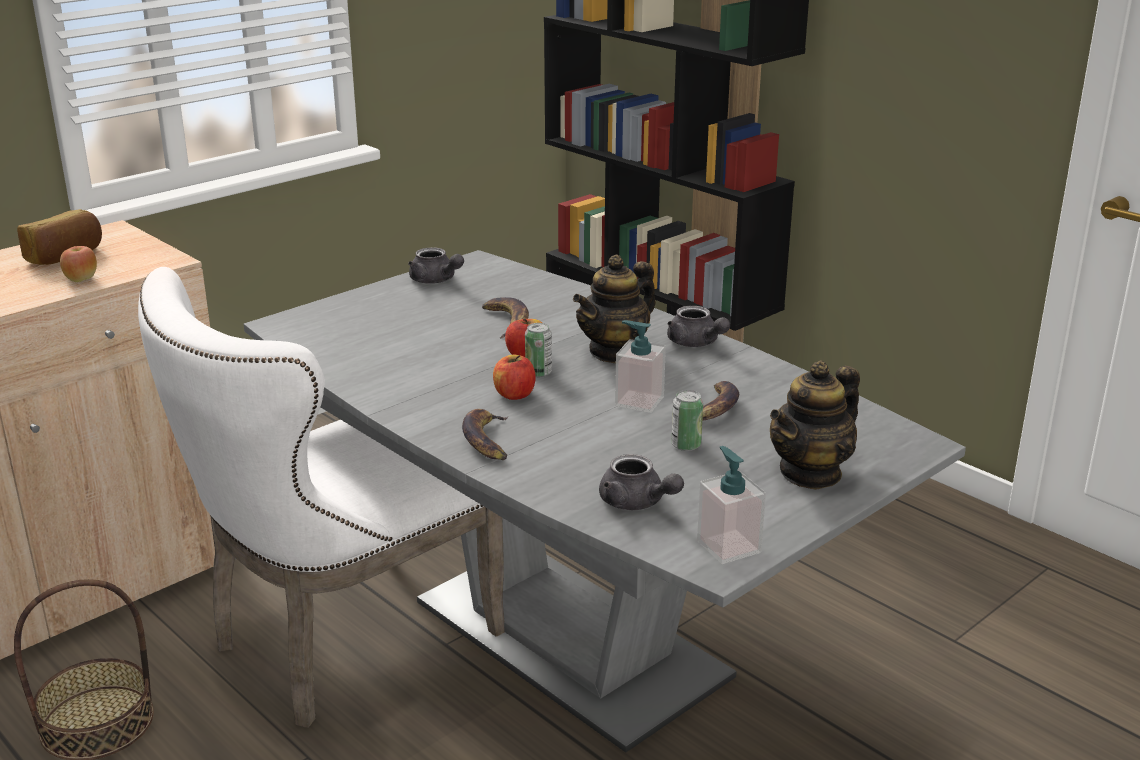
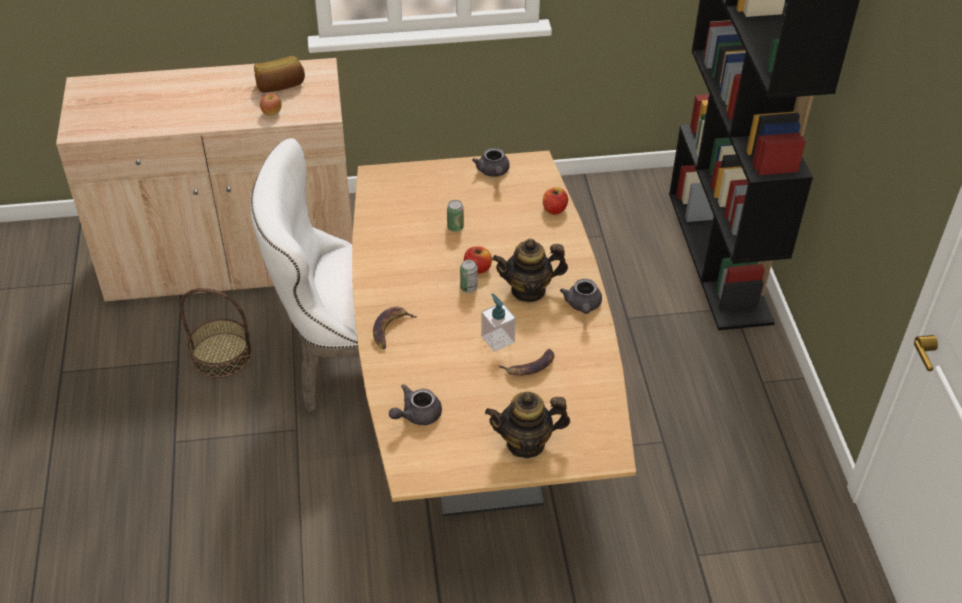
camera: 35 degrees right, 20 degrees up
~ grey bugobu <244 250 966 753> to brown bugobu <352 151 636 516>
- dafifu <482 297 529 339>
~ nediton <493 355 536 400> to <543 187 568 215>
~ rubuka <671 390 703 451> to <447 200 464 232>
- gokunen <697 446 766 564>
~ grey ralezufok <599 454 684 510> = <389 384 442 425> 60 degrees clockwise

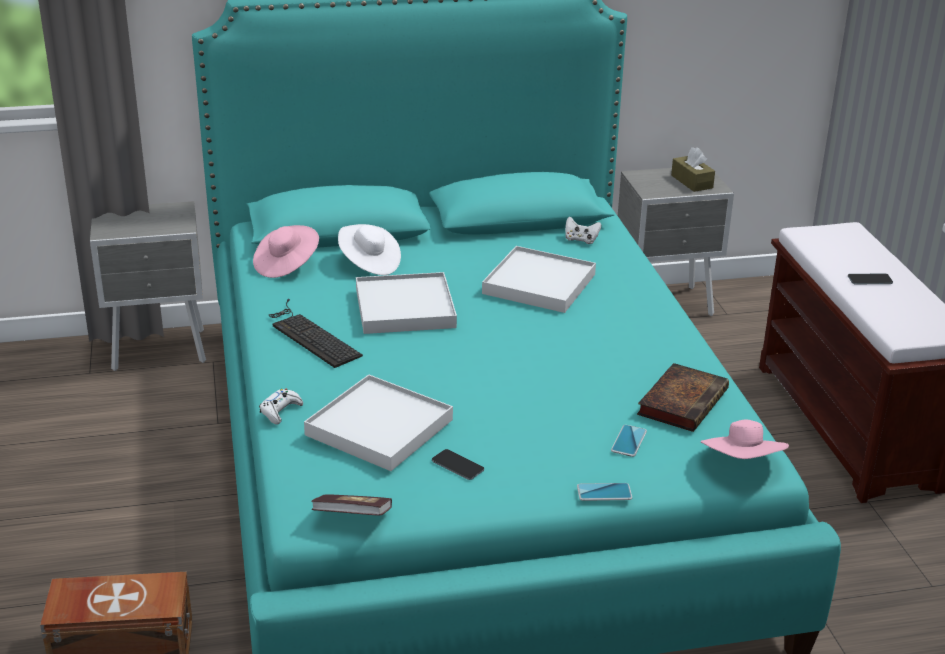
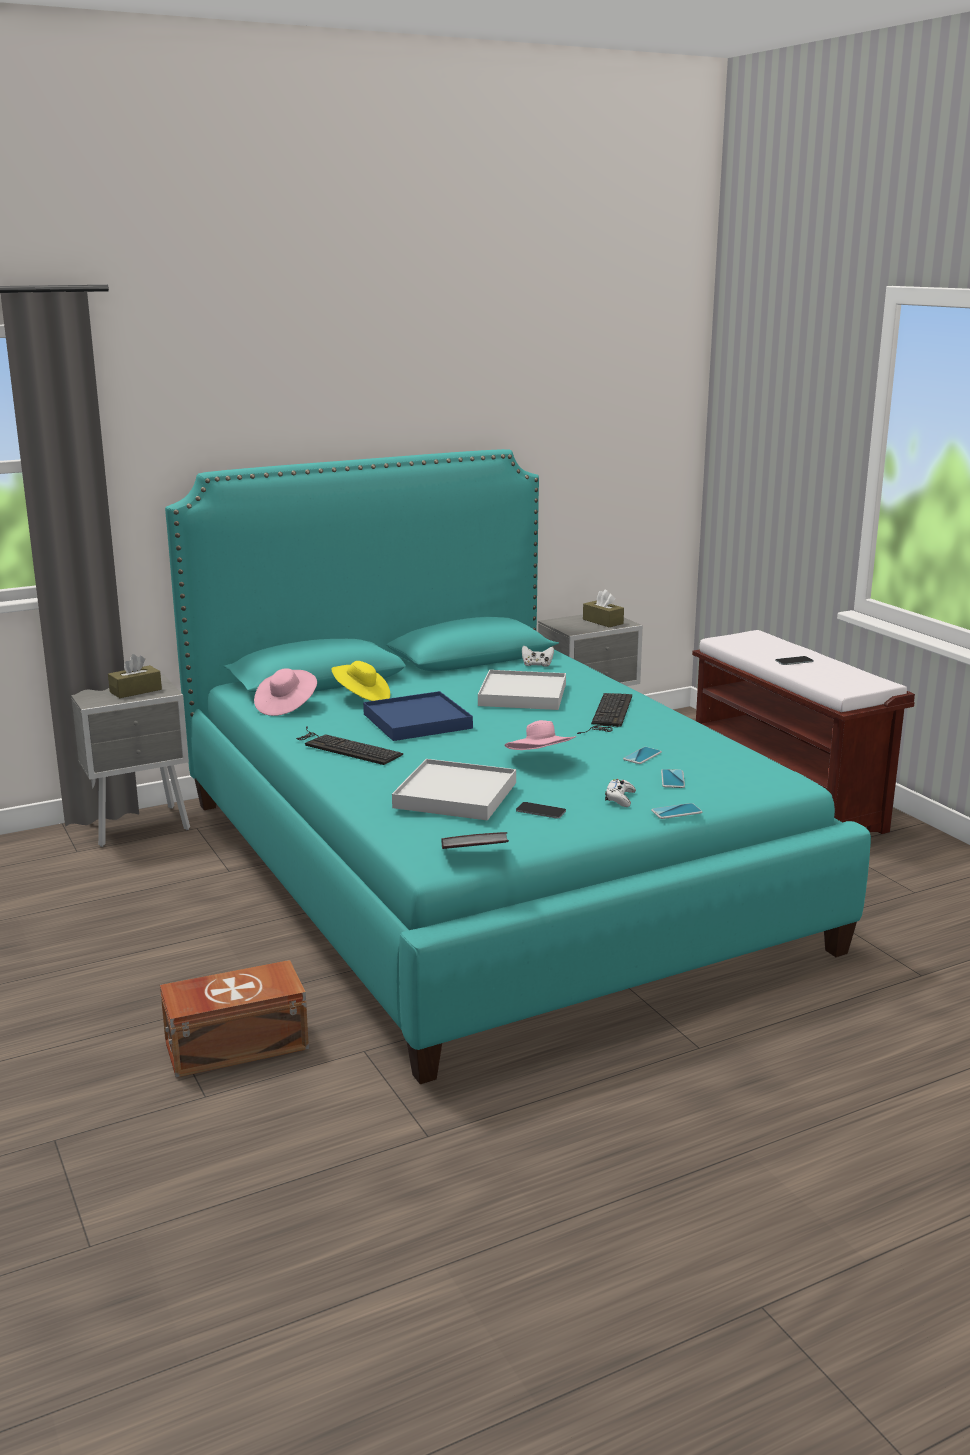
camera: 15 degrees left, 10 degrees down
~ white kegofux <338 224 401 275> to yellow kegofux <331 661 390 701>
~ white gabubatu <356 272 457 334> to blue gabubatu <363 691 473 741>
- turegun <637 363 729 432>
~ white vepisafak <259 388 303 425> to <605 779 636 807>
~ pink kegofux <701 420 789 459> to <505 720 576 750>
+ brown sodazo <108 654 162 698>
+ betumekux <577 693 632 734>
+ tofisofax <623 747 662 764>

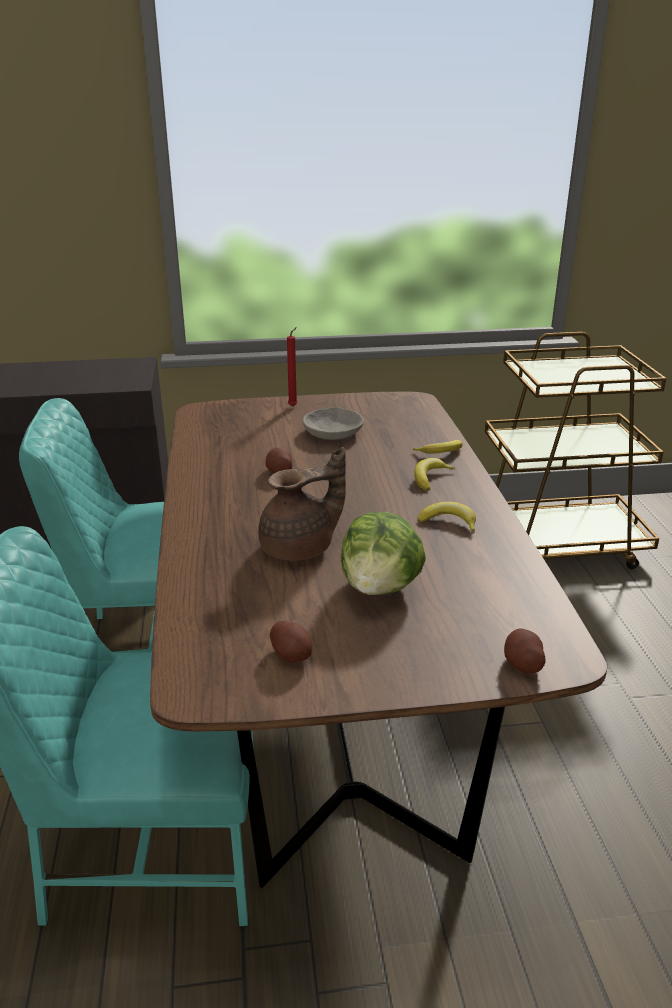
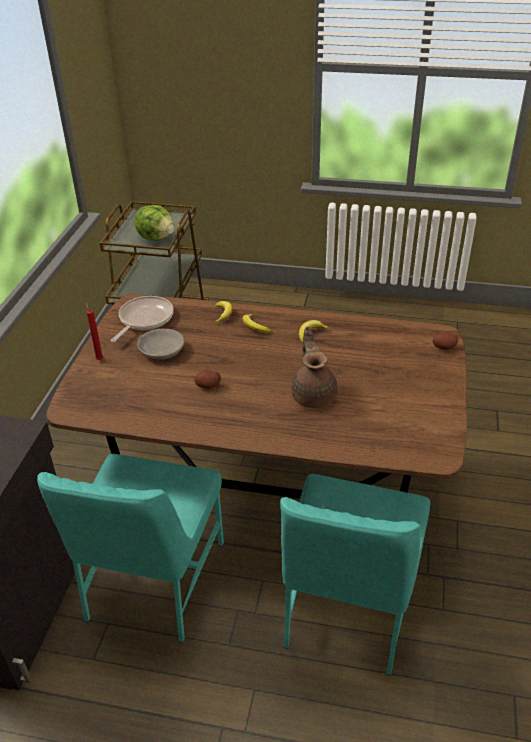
camera: 70 degrees left, 10 degrees up
~ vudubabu <341 512 426 595> to <134 205 174 241>
- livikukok <270 621 312 662>
+ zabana <111 296 174 342>

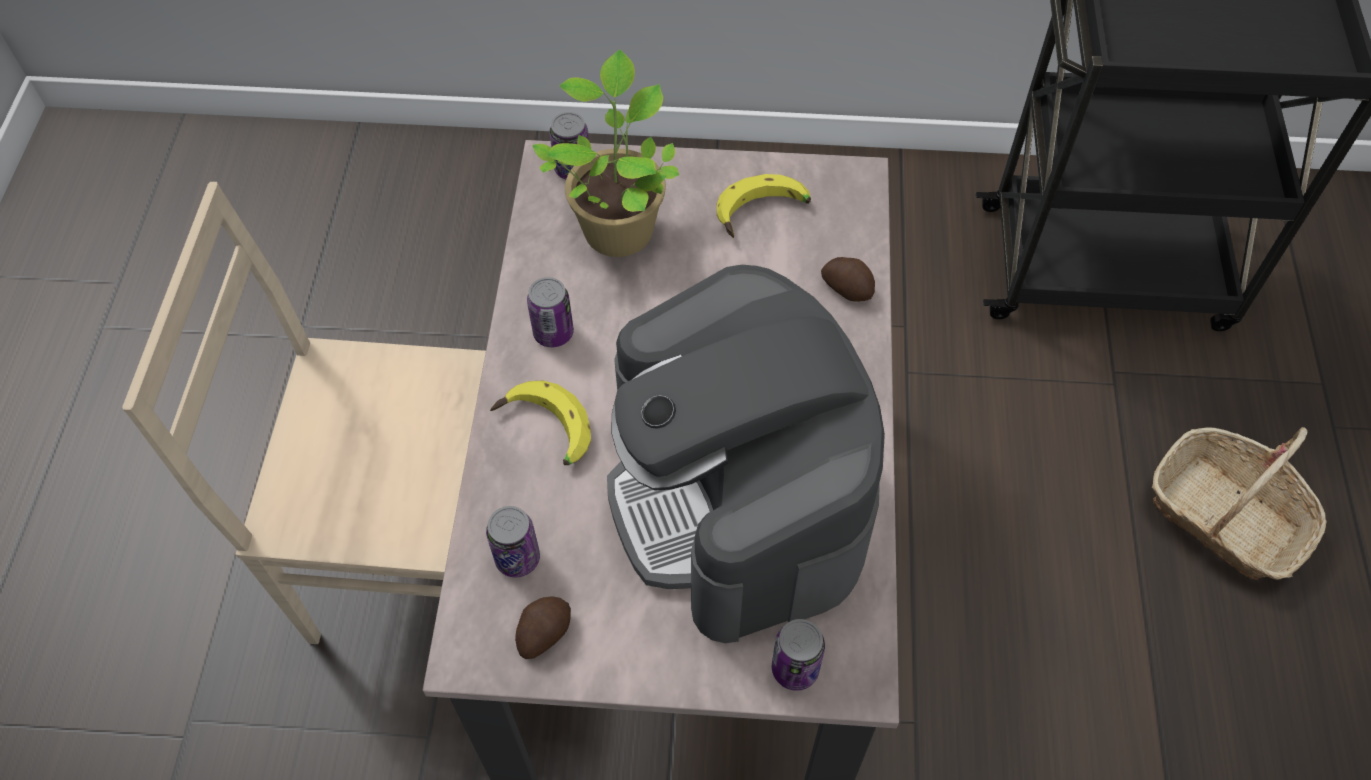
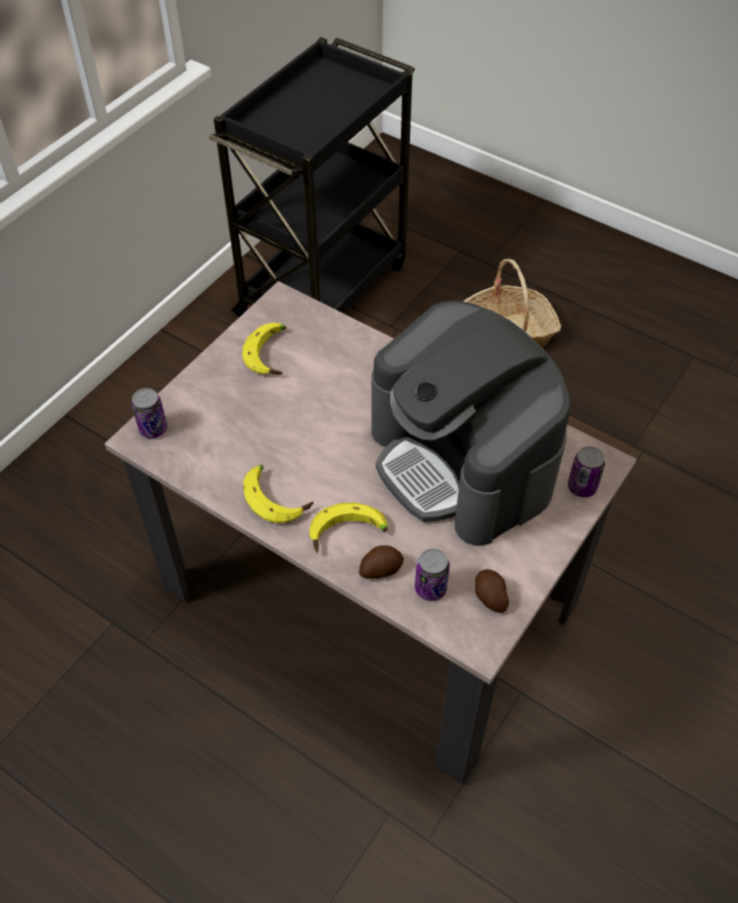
camera: 60 degrees left, 5 degrees down
- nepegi <532 50 679 257>
- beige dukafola <122 182 486 644>
~ livikukok <821 257 875 302> to <359 545 404 579>
~ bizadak <607 265 885 643> = <371 301 571 546> 45 degrees clockwise
~ rubuka <527 277 574 347> to dafifu <243 465 314 523>

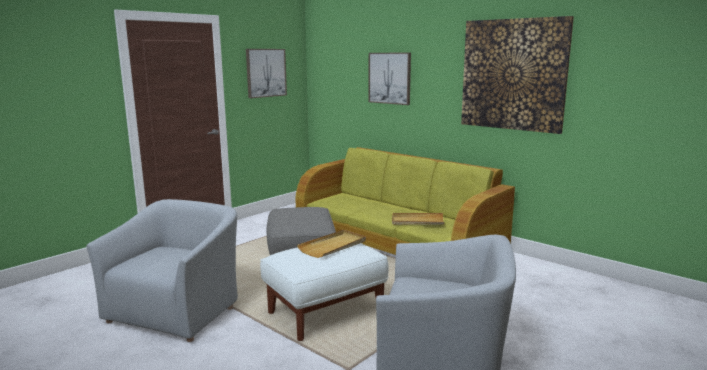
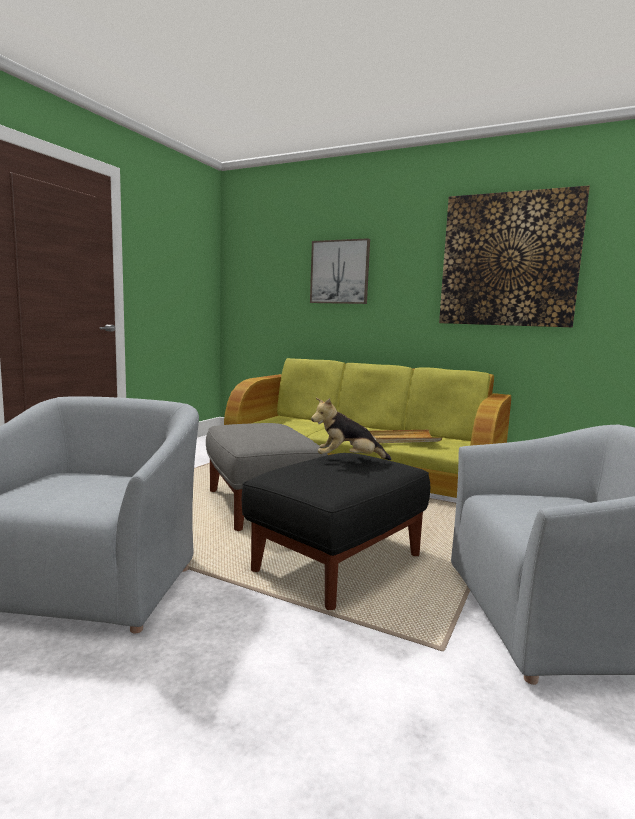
camera: 15 degrees left, 5 degrees down
- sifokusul <246 49 287 98>
~ beige gabubatu <297 230 366 258> to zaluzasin <311 398 392 460>
~ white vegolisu <260 243 389 341> to black vegolisu <242 453 430 610>

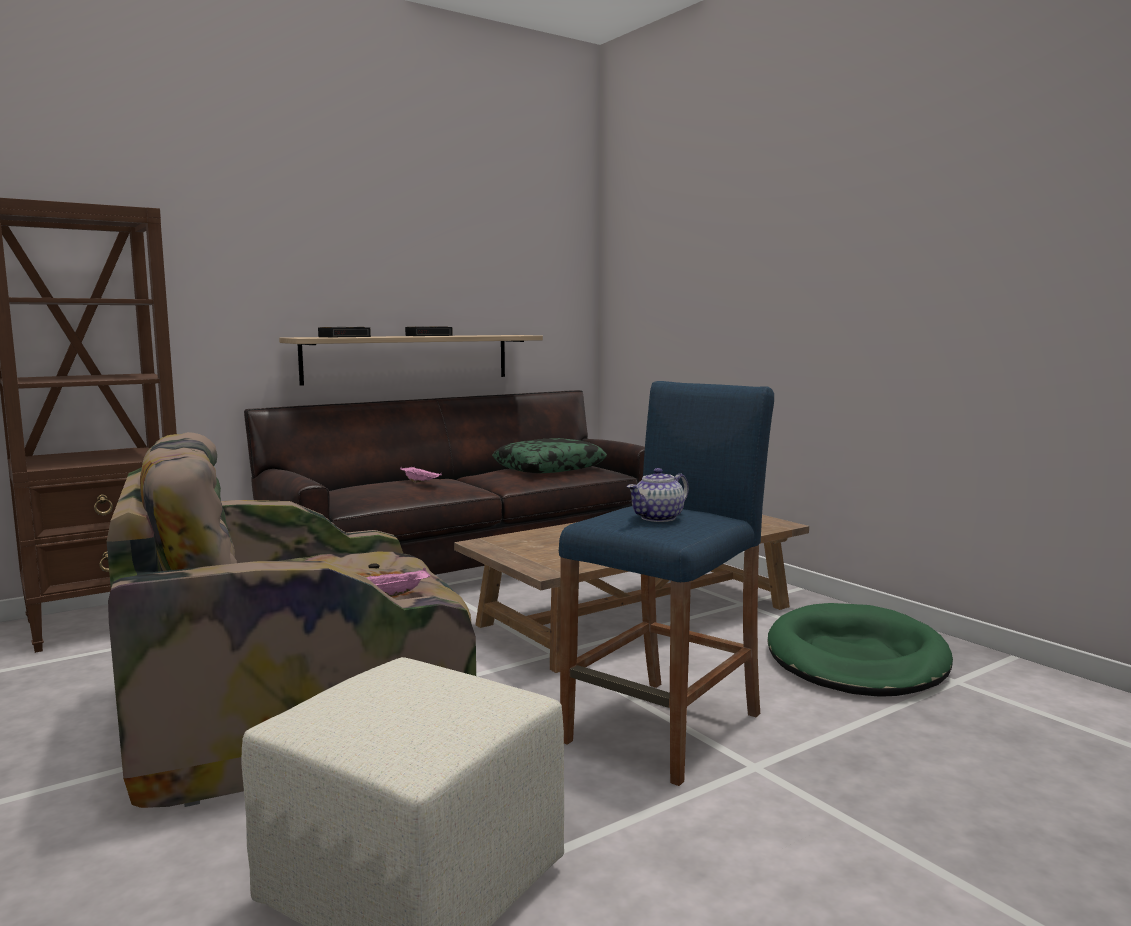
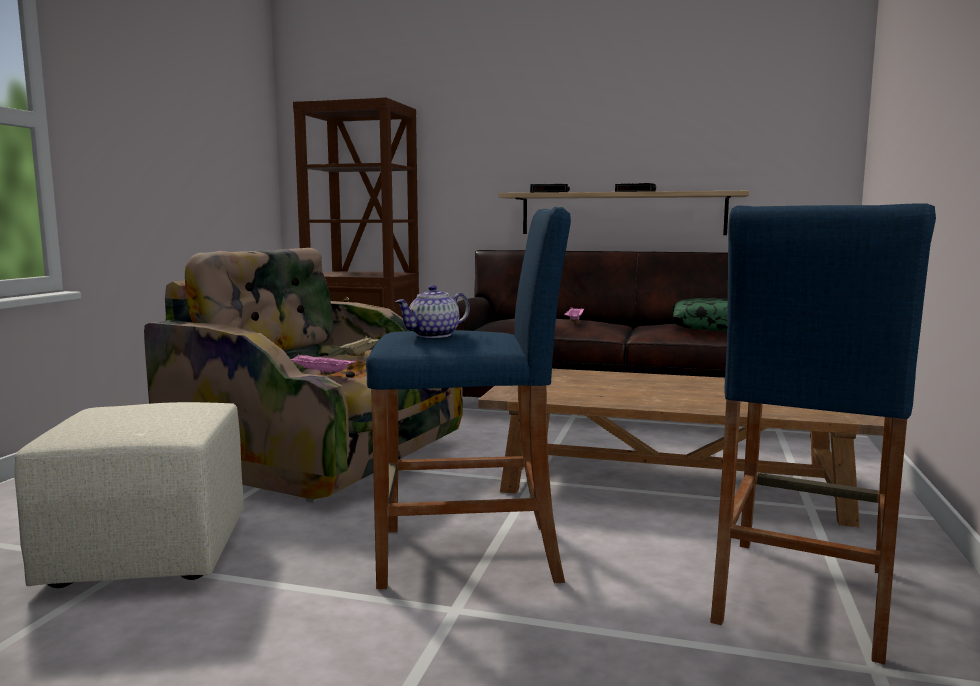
camera: 50 degrees right, 0 degrees up
~ ralezufok <627 468 689 522> = <395 285 470 338> 45 degrees counterclockwise
~ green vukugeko <767 603 953 697> to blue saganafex <710 203 936 664>
+ beige gabubatu <337 335 379 356>

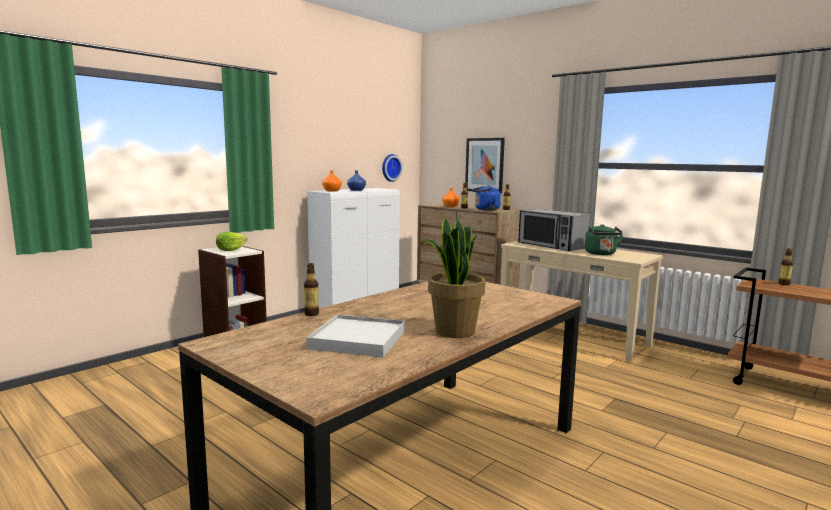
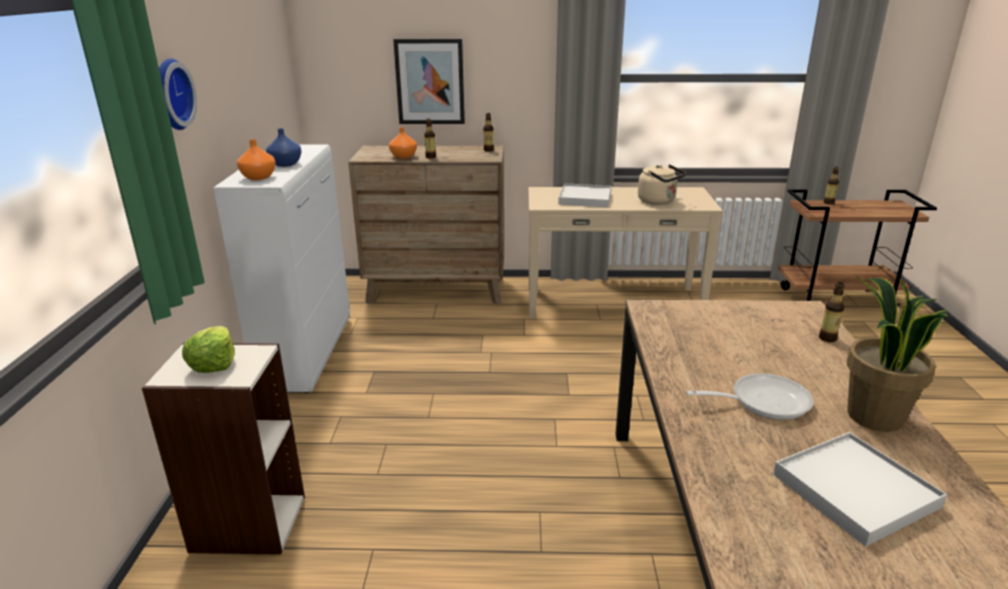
camera: 40 degrees left, 15 degrees up
~ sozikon <382 154 403 182> to <159 58 197 130>
- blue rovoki <472 185 501 210>
~ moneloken <518 209 590 251> to white gabubatu <558 183 611 207>
~ green rovoki <585 224 623 255> to beige rovoki <638 164 686 205>
~ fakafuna <304 263 319 316> to <819 282 845 342>
+ zabana <686 373 814 420>

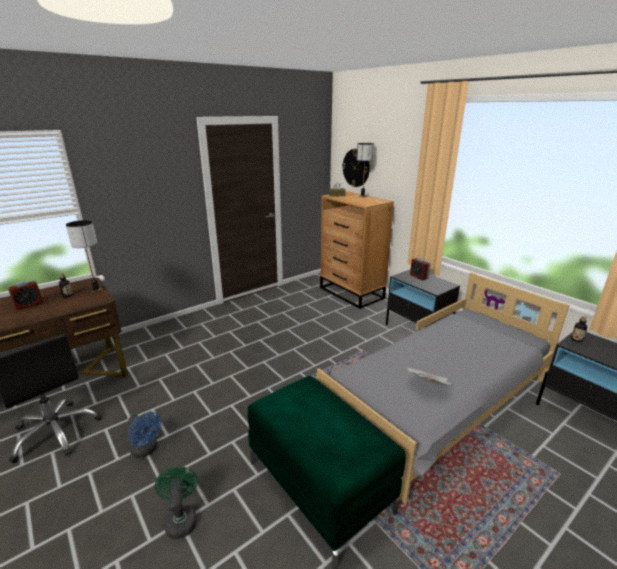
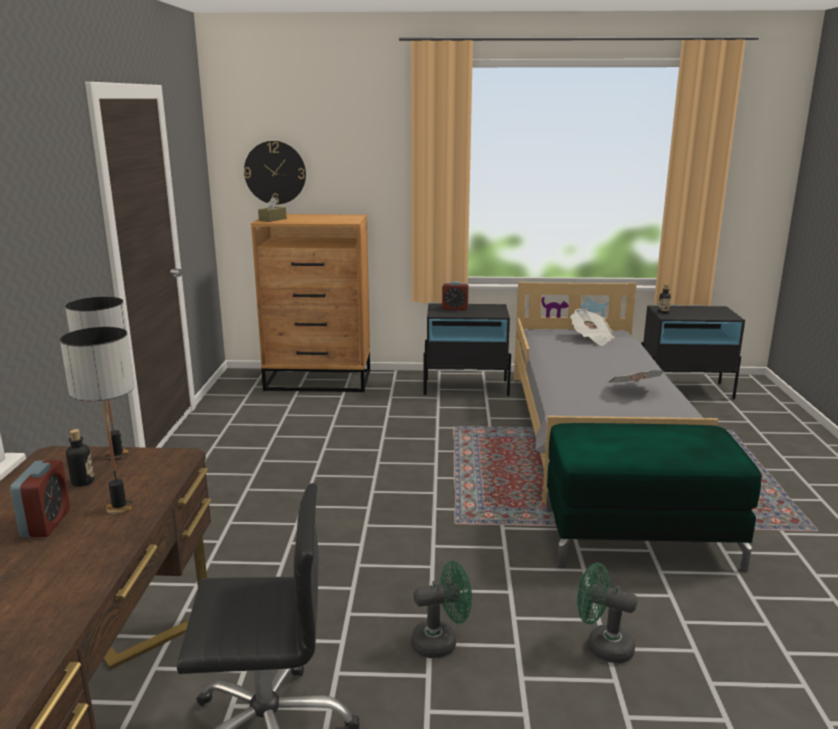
camera: 50 degrees left, 5 degrees down
~ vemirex <357 143 374 197> to <60 327 134 514>
~ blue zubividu <128 412 162 458> to green zubividu <411 561 472 658>
+ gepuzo <570 309 615 346>

